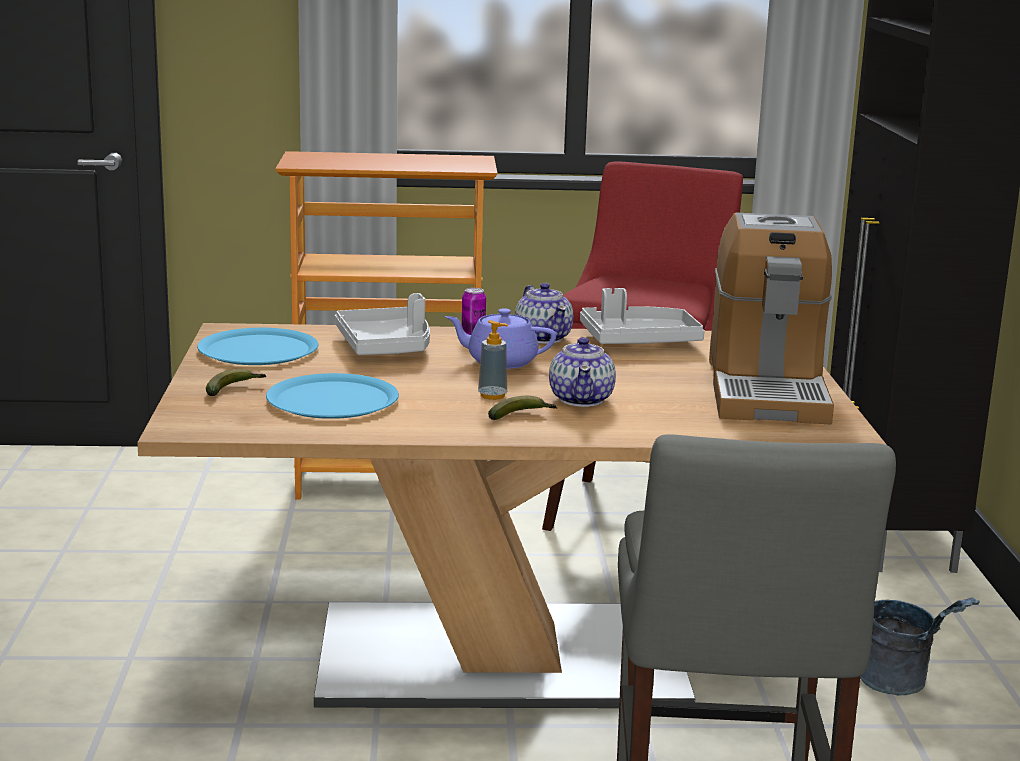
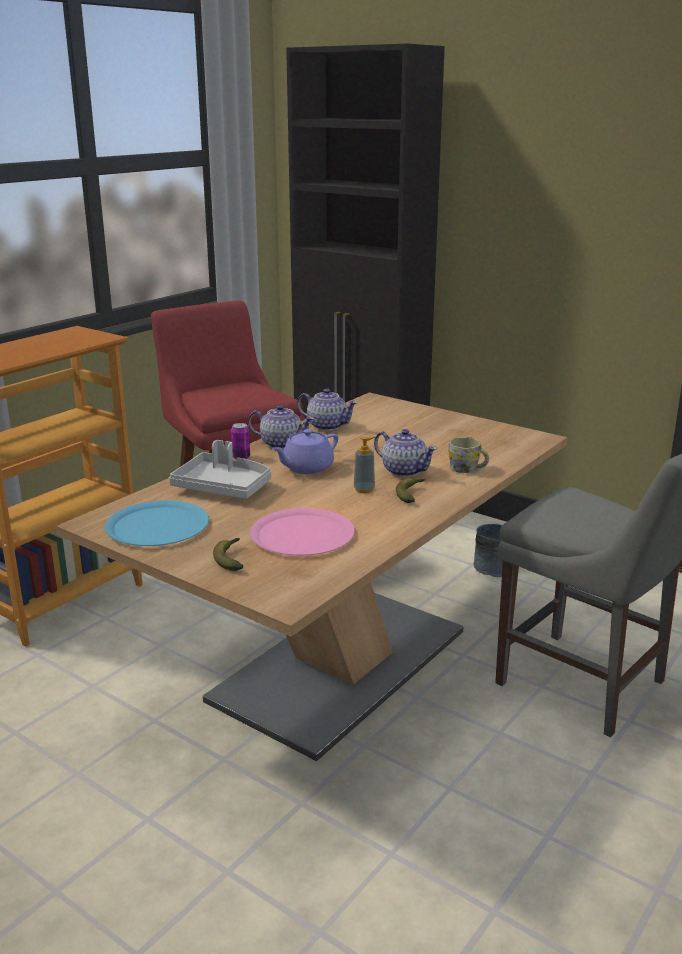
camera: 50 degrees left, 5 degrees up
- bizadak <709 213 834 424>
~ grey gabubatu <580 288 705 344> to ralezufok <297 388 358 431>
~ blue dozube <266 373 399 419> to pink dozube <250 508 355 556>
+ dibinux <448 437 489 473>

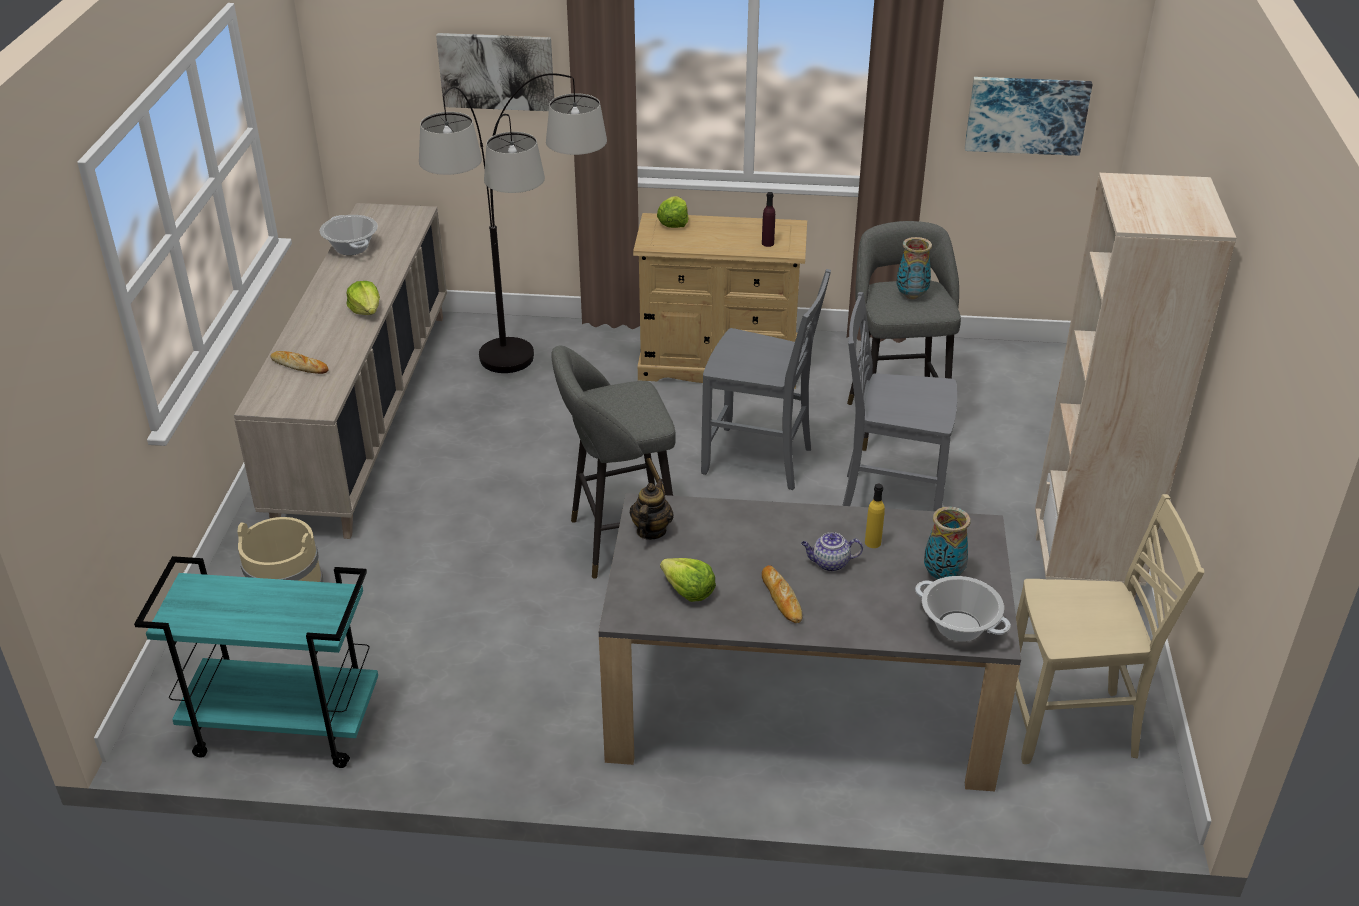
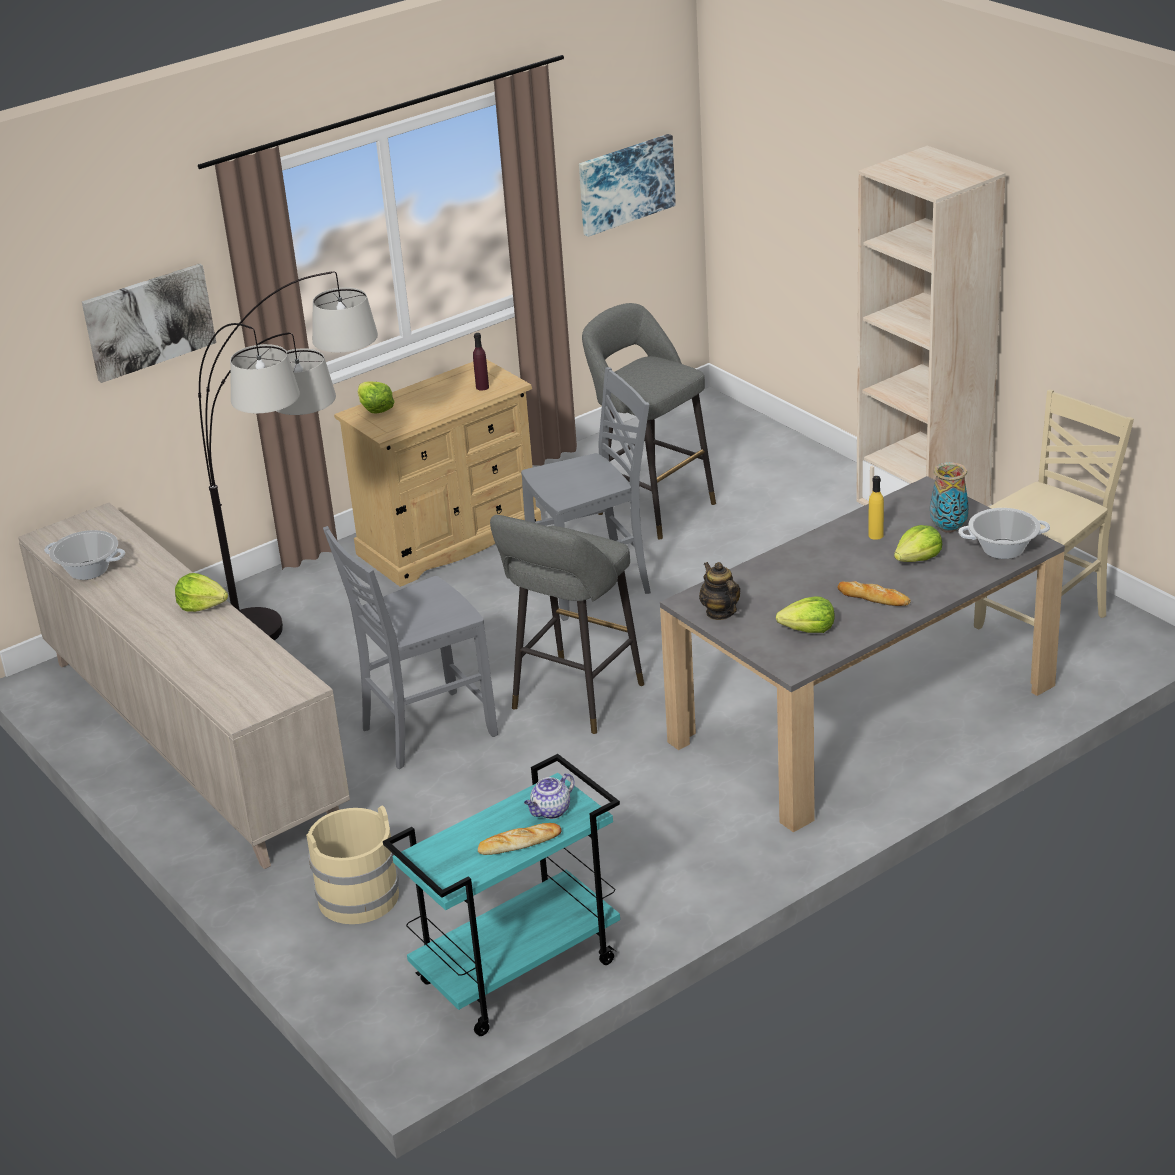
camera: 40 degrees left, 5 degrees down
- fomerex <896 237 932 299>
~ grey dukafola <842 292 957 511> to <323 526 498 769>
~ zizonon <271 351 328 374> to <478 823 562 855>
~ ralezufok <801 532 863 572> to <524 773 575 819>
+ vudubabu <894 525 942 562>

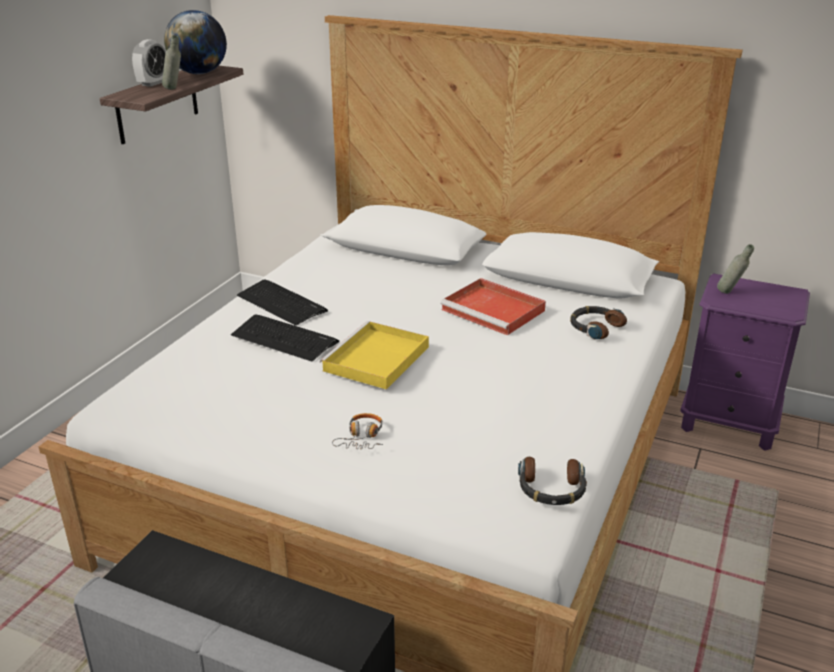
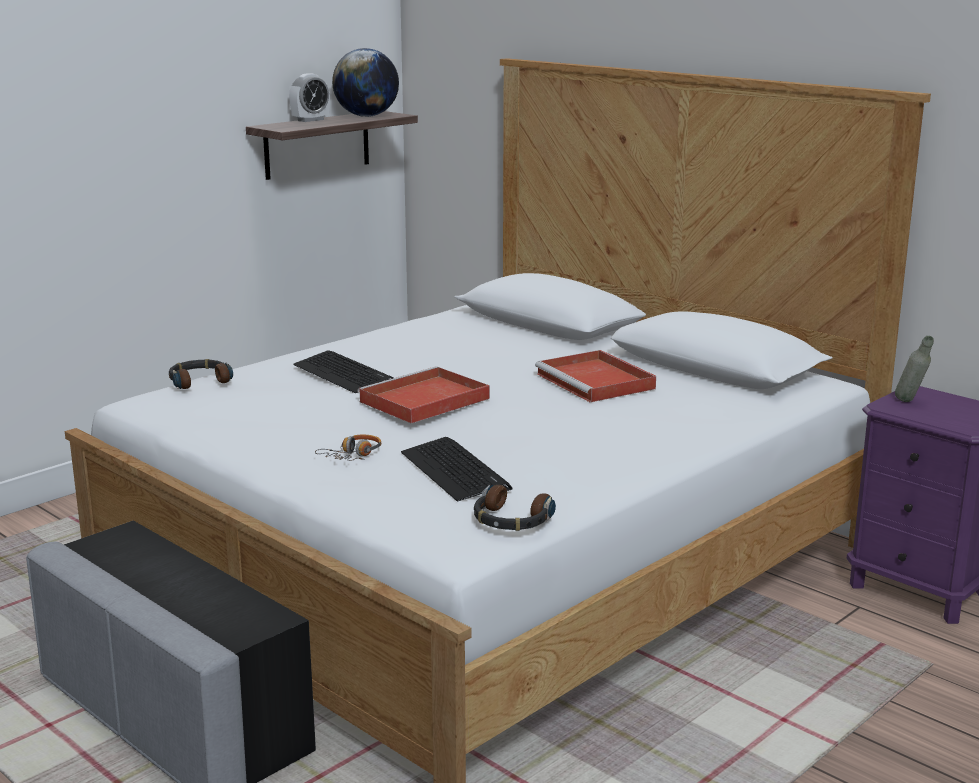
camera: 20 degrees right, 10 degrees down
- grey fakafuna <162 35 181 90>
~ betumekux <237 279 328 326> to <401 437 512 502>
~ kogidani <570 306 627 339> to <169 359 233 389>
~ yellow gabubatu <320 321 429 389> to red gabubatu <358 366 490 423>

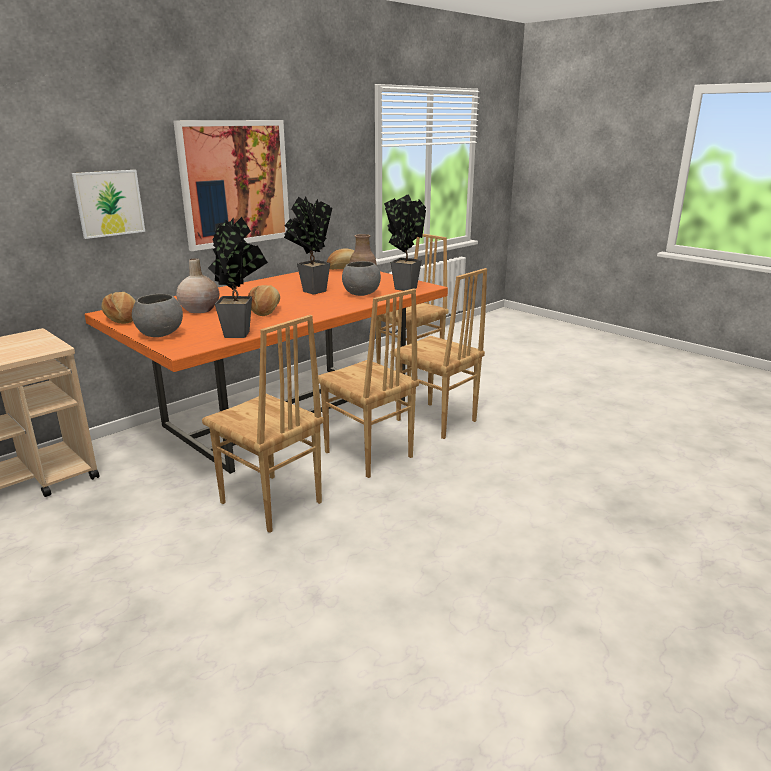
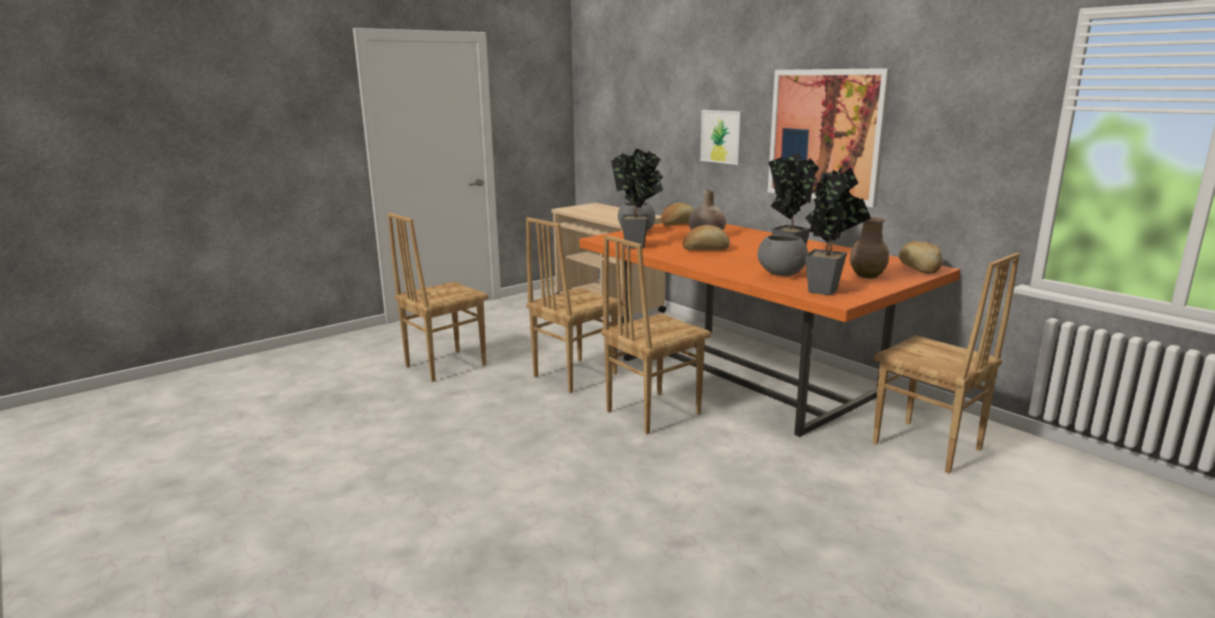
camera: 95 degrees right, 5 degrees down
~ brown dukafola <390 268 487 439> to <388 213 488 382>

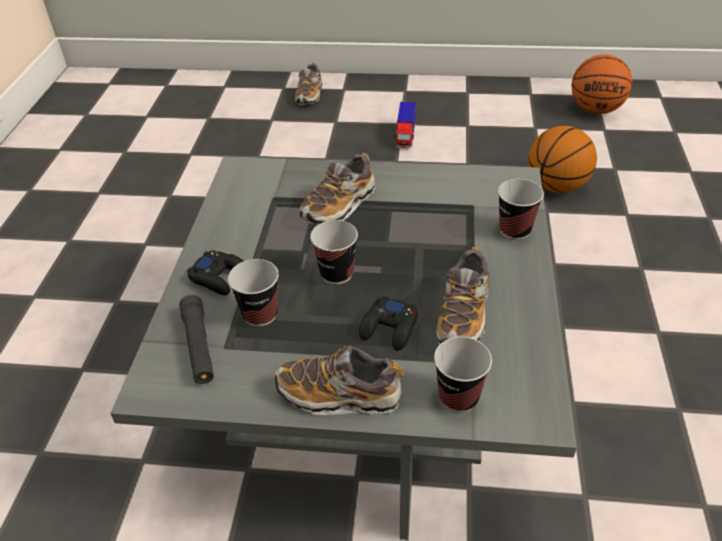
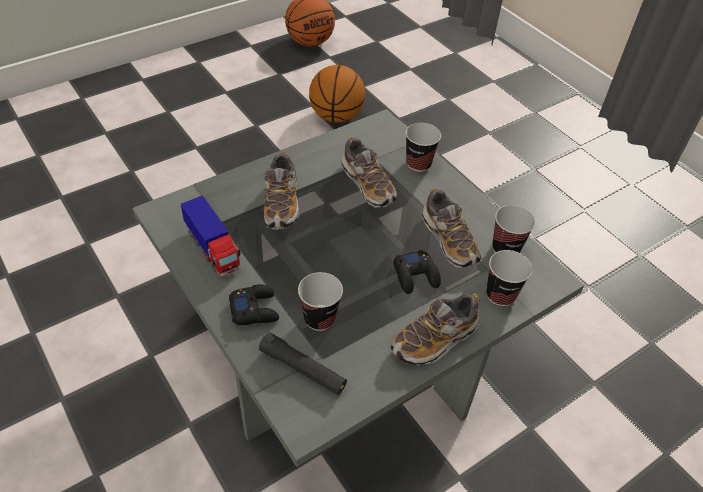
camera: 45 degrees left, 5 degrees up
~ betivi <295 63 322 105> to <341 137 397 208>
~ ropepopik <394 102 416 148> to <181 195 240 277>
~ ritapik <310 220 358 284> to <492 205 536 253>

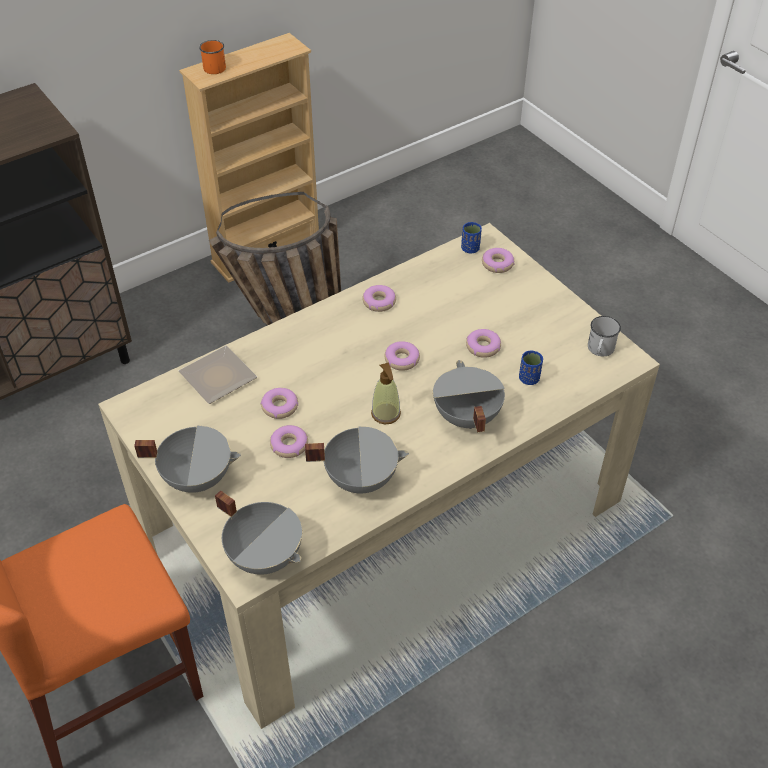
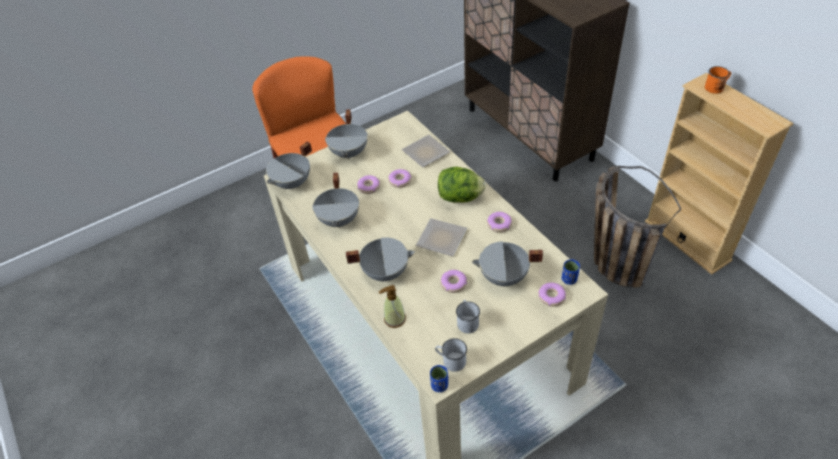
camera: 95 degrees right, 0 degrees up
~ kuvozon <384 341 420 371> to dozube <416 218 467 256>
~ blue ritapik <519 350 543 385> to <430 365 448 392>
~ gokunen <371 363 401 425> to <379 285 406 328>
+ vudubabu <438 166 486 202>
+ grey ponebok <472 241 543 286>
+ white dibinux <456 300 480 333>

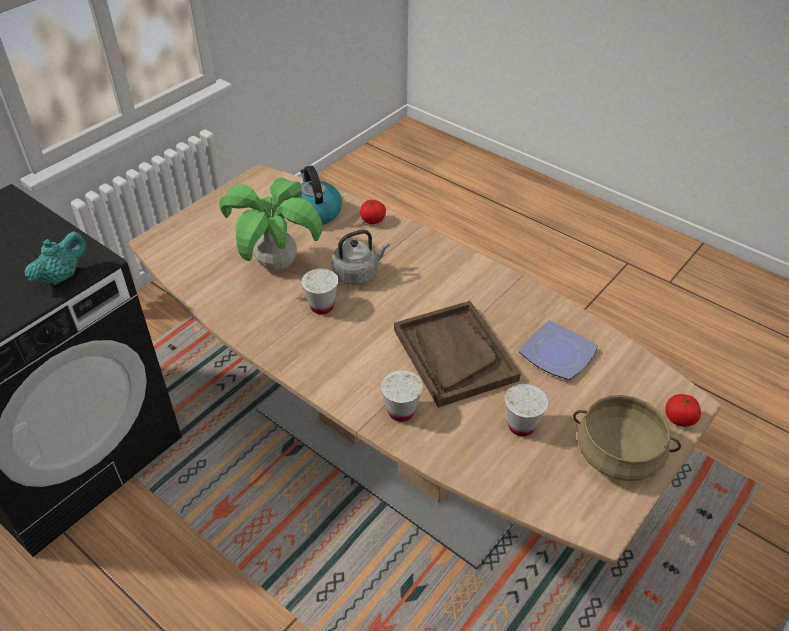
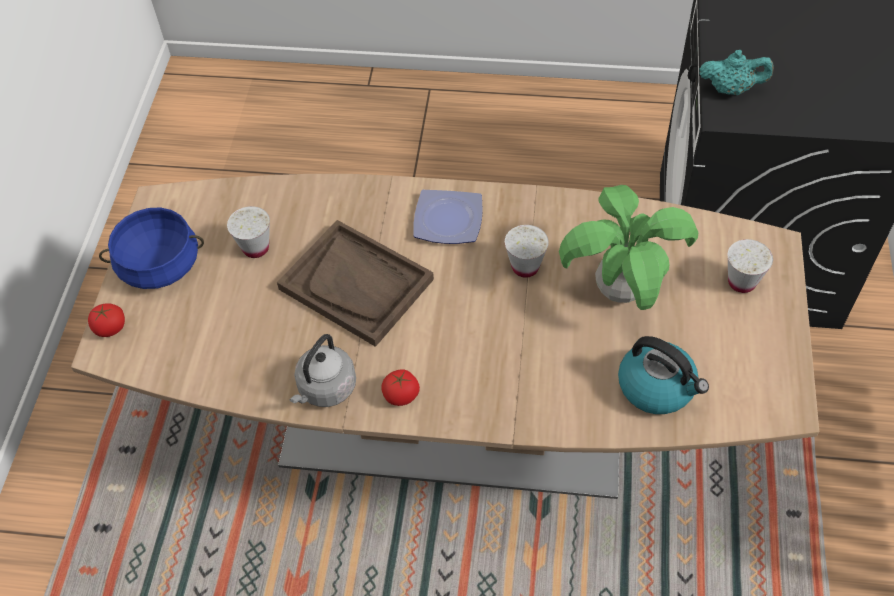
camera: 150 degrees right, 10 degrees up
~ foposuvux <360 200 386 224> to <381 369 420 406>
~ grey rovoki <332 230 390 285> to <290 334 356 407>
~ turquoise ralezufok <25 231 87 285> = <700 50 774 95> 90 degrees counterclockwise
~ dozube <519 320 598 380> to <414 190 483 244>
~ white ritapik <380 370 423 422> to <728 239 773 293>
~ beige ponebok <573 395 681 481> to blue ponebok <99 207 204 289>

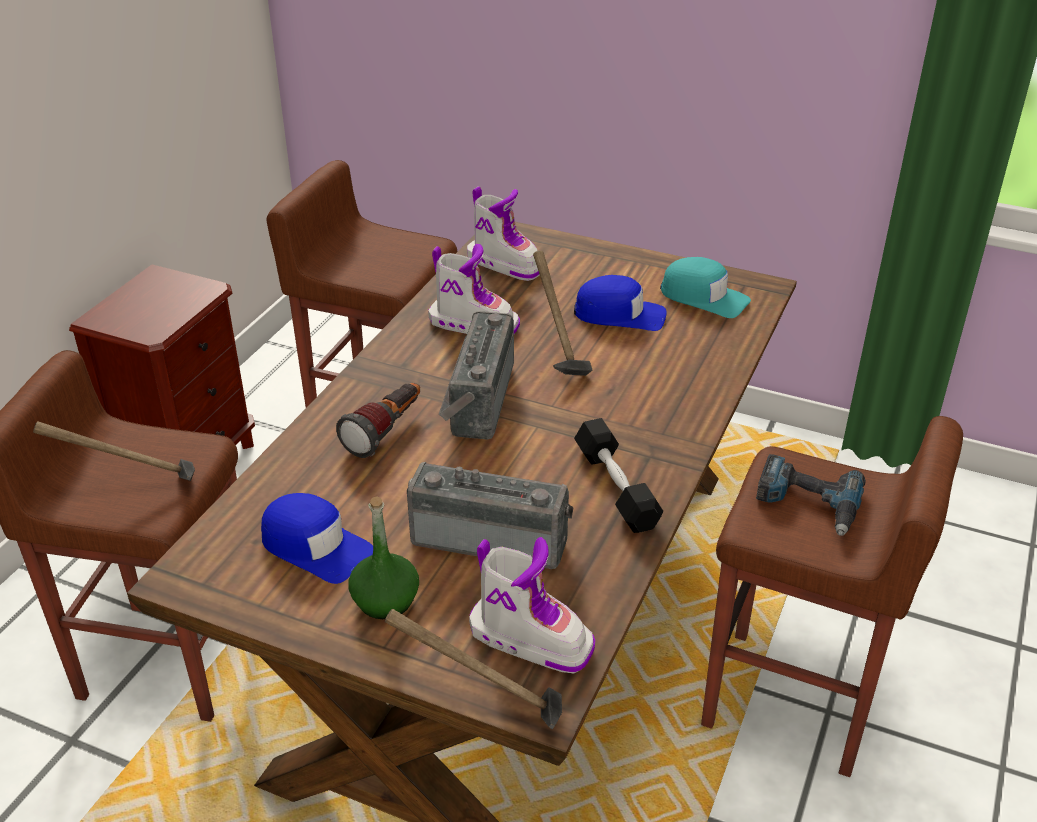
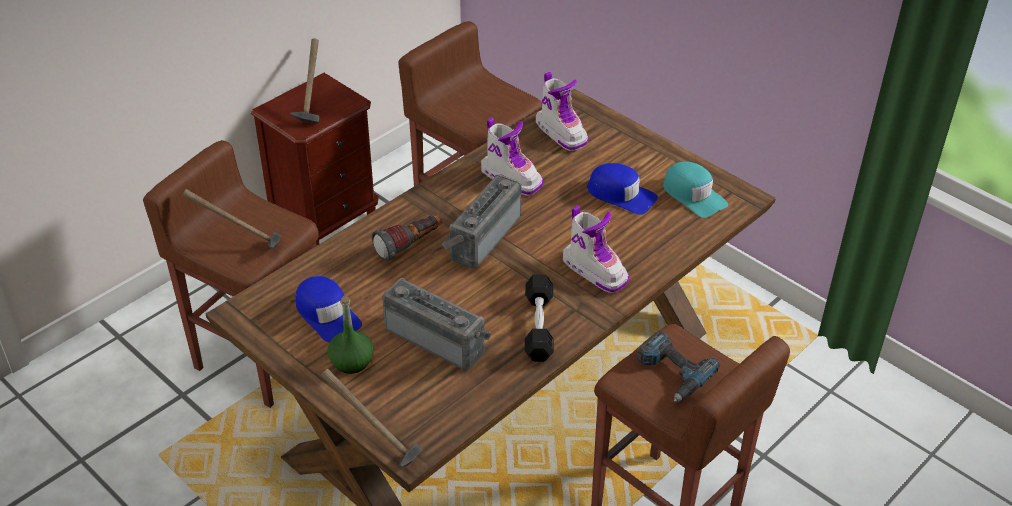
camera: 20 degrees right, 5 degrees up
~ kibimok <533 251 592 376> to <290 38 319 124>
~ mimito <469 537 595 673> to <563 205 629 293>

